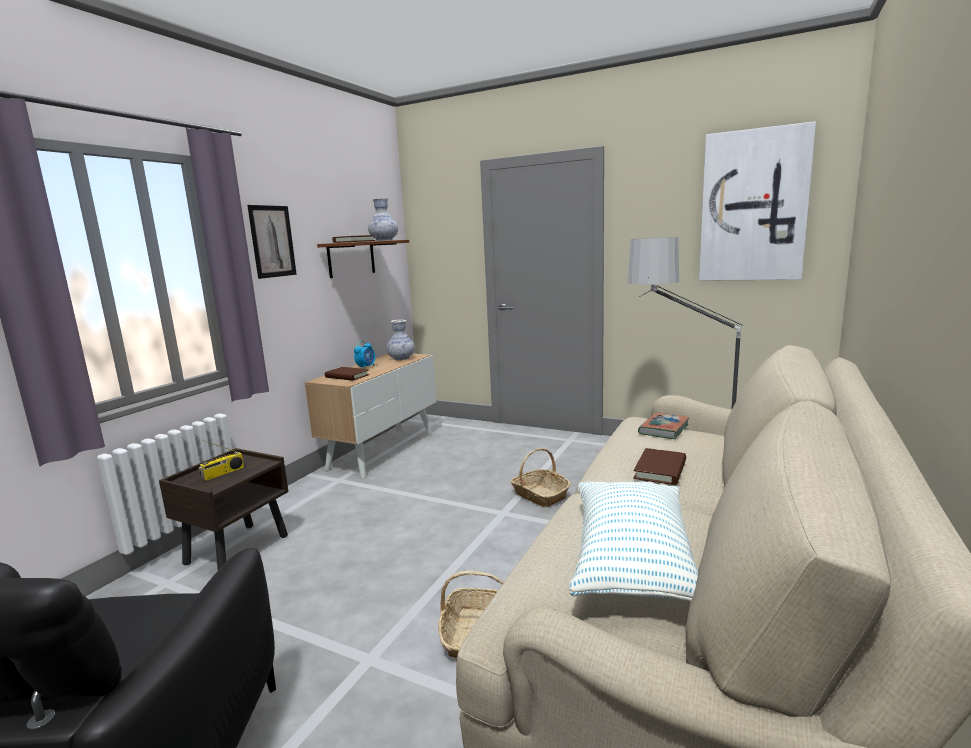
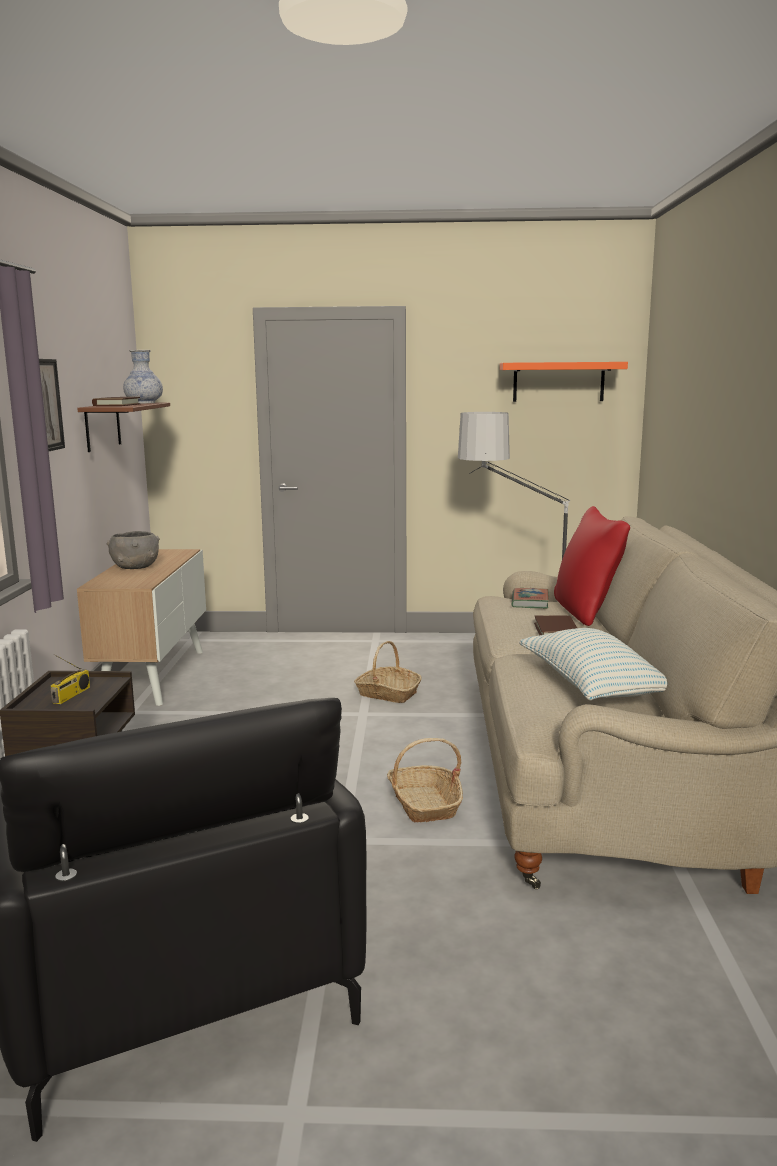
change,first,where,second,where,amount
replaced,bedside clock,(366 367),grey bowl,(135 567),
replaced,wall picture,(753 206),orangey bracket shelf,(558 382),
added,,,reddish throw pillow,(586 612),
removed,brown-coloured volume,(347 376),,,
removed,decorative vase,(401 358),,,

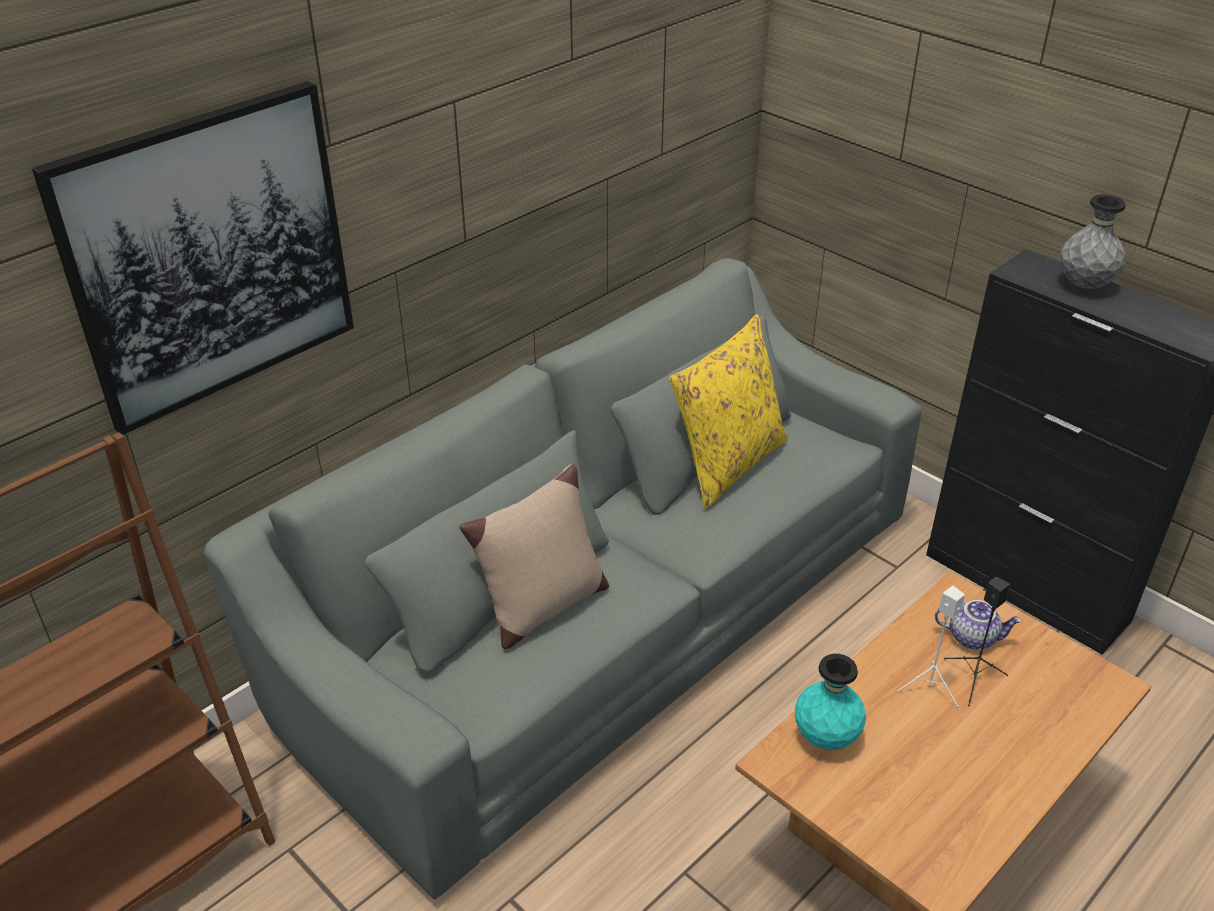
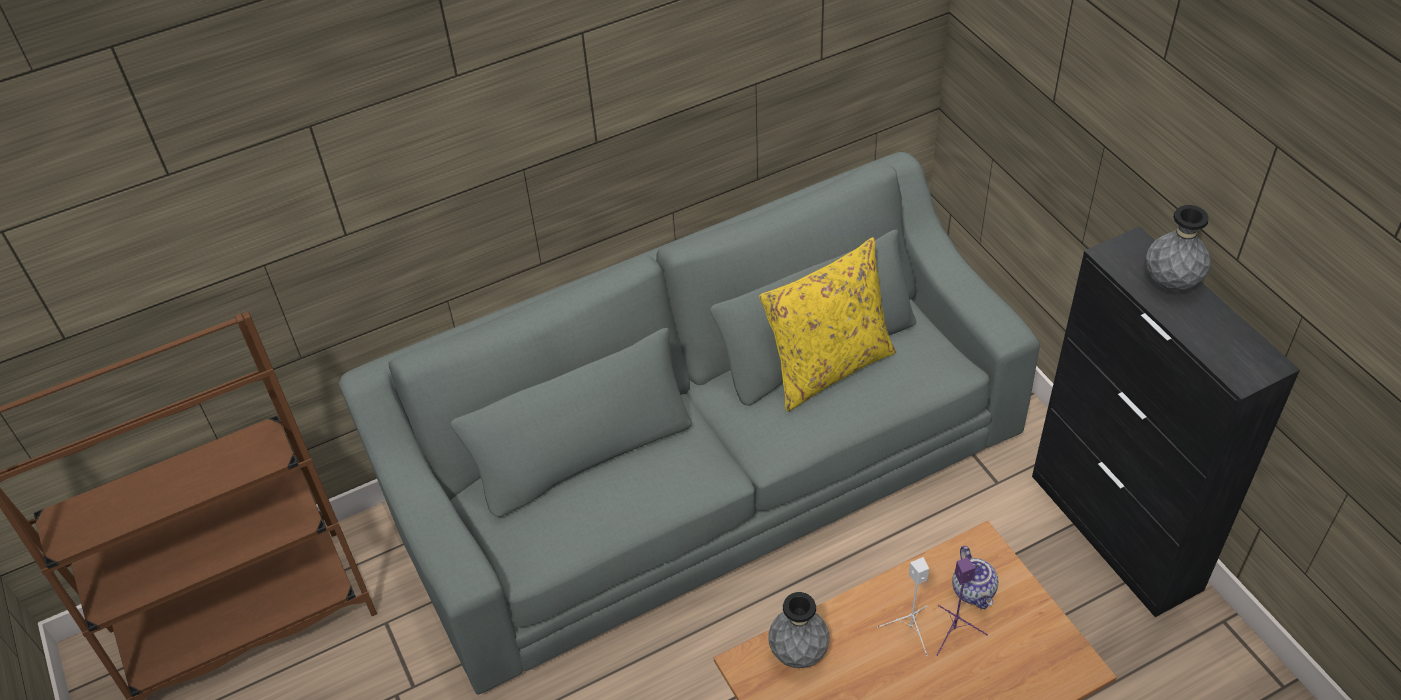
change,first,where,second,where,amount
recoloured,blue-green decorative vase,(825 738),grey decorative vase,(798 653),
recoloured,black loudspeaker,(974 679),purplish loudspeaker,(955 631),
turned,teapot,(972 637),,(974 591),45 degrees clockwise
removed,wall picture,(210 256),,,
removed,sand-coloured throw pillow,(542 607),,,

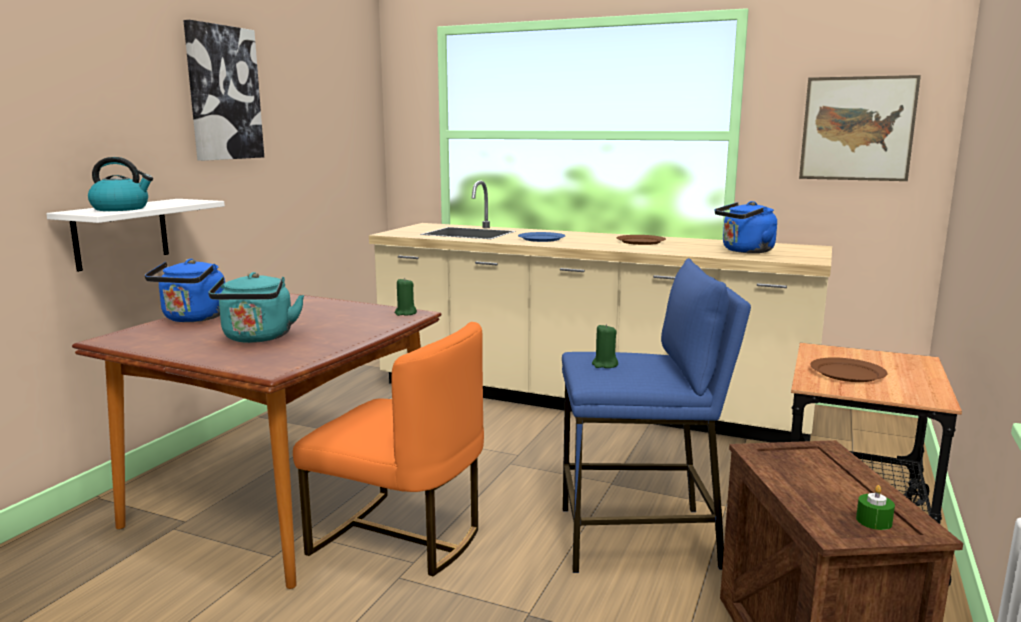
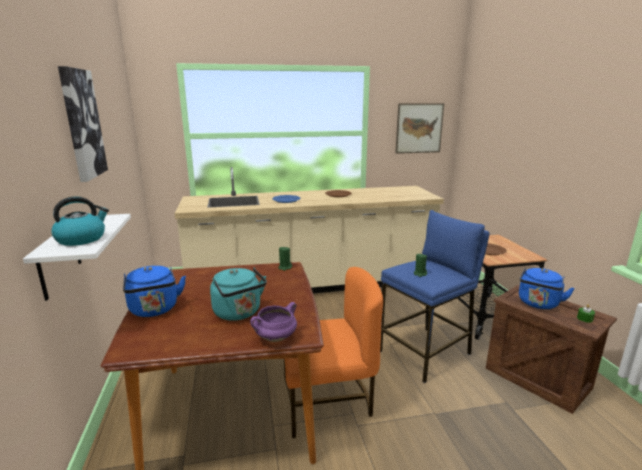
change,first,where,second,where,amount
added,,,purplish stockpot,(275 338),
moved,blue kettle,(745 251),,(538 304),

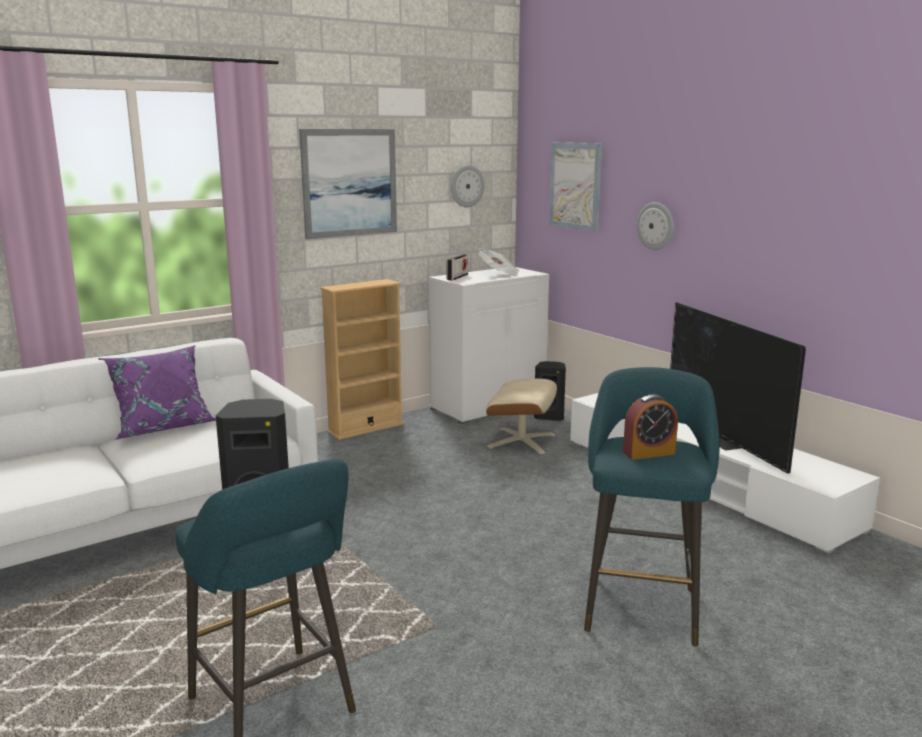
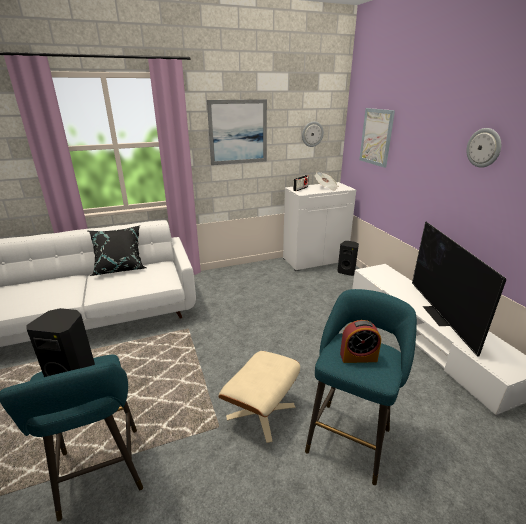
change,first,where,second,where,amount
recoloured,purplish throw pillow,(162 427),black throw pillow,(120 268),
moved,sand-coloured ottoman,(522 441),,(261 412),
moved,hanging clock,(656 226),,(484 148),
removed,sand-coloured bookcase,(366 428),,,

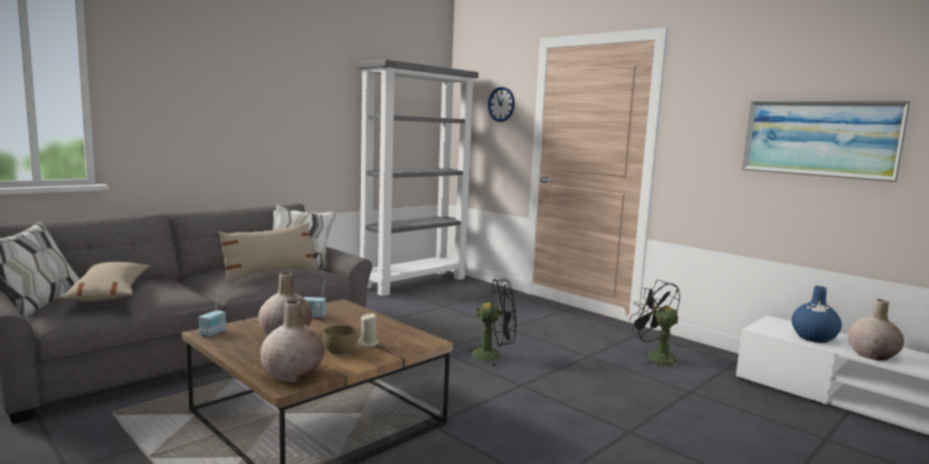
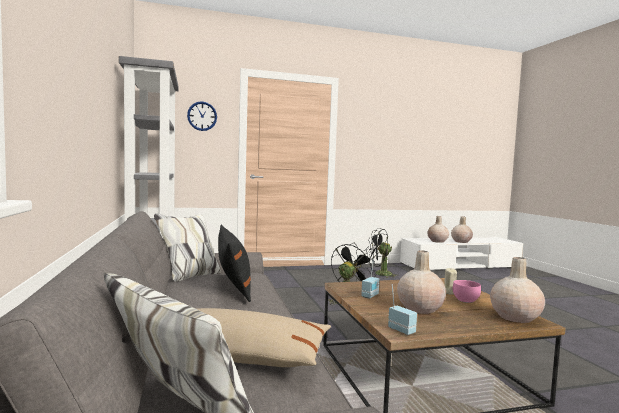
change,first,where,second,where,amount
recoloured,sand-coloured throw pillow,(270 273),black throw pillow,(233 284),
recoloured,blue decorative vase,(813 338),sand-coloured decorative vase,(437 241),
recoloured,brown-coloured bowl,(341 351),pink-coloured bowl,(464 300),
removed,wall picture,(820 138),,,

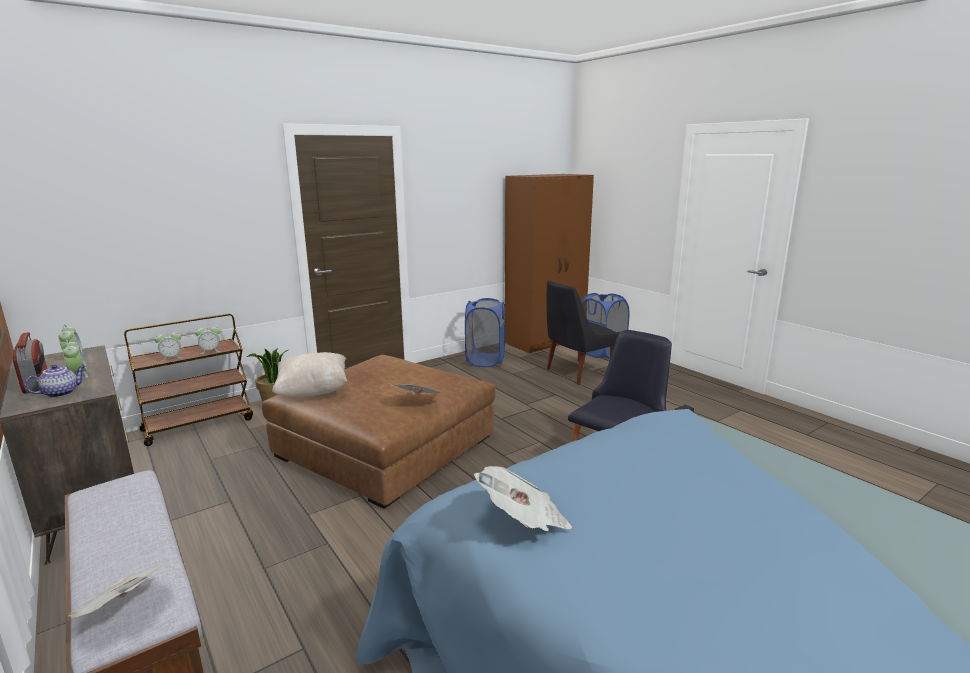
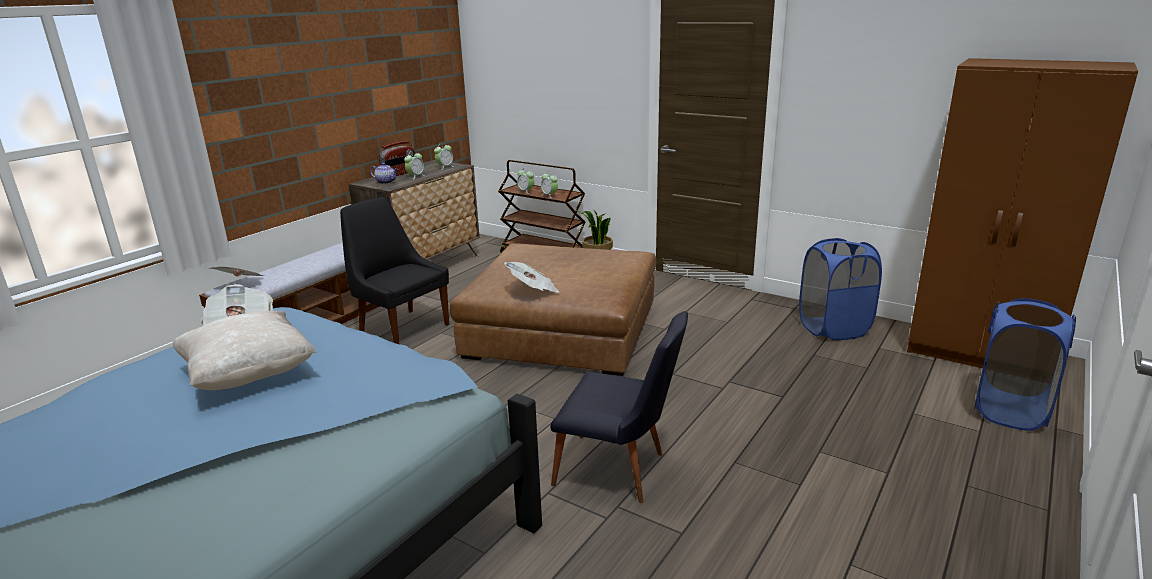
change,first,where,second,where,amount
moved,sand-coloured throw pillow,(313 392),,(249 375),
moved,black upright chair,(576 372),,(402 328),

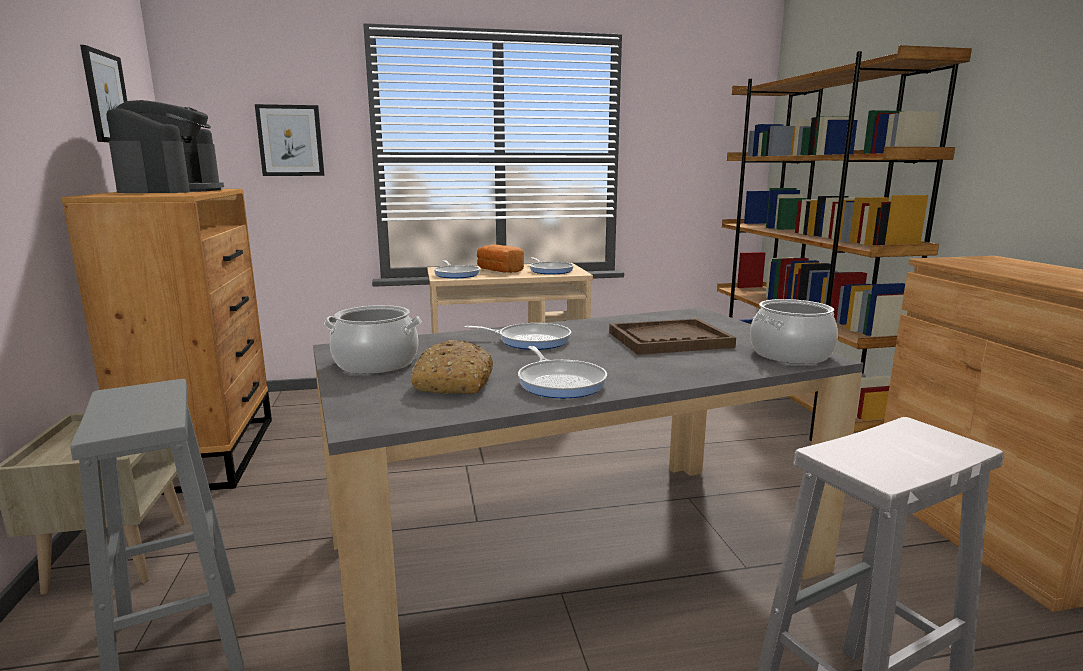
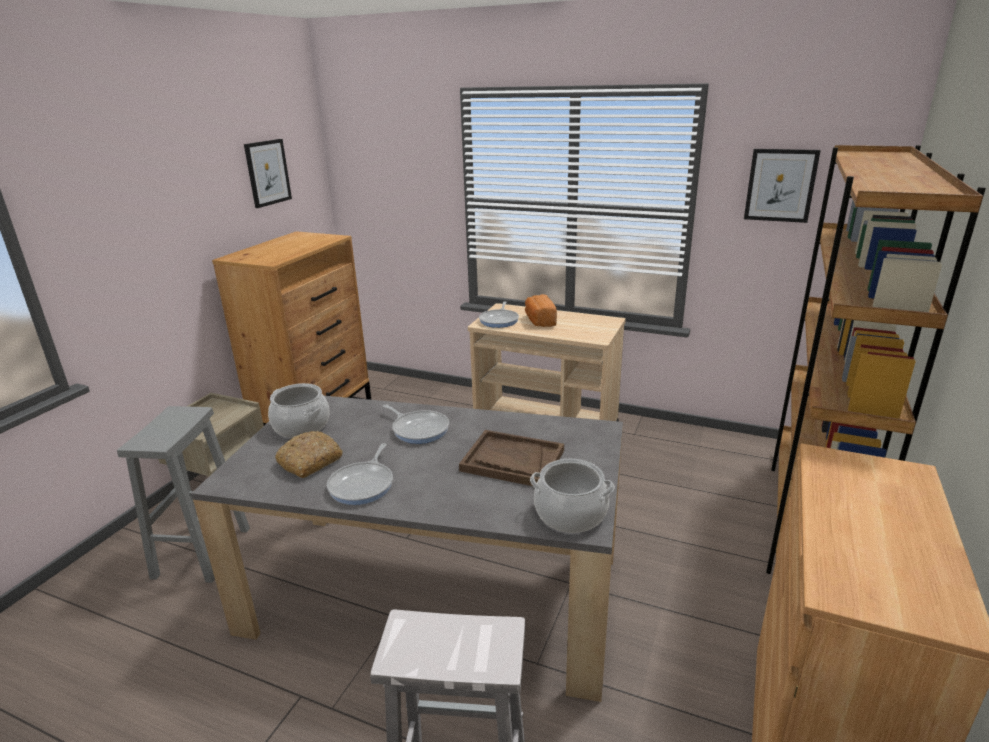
change,first,where,second,where,amount
moved,wall picture,(290 140),,(780 185),
removed,coffee brewer,(172 190),,,
removed,pan,(550 270),,,

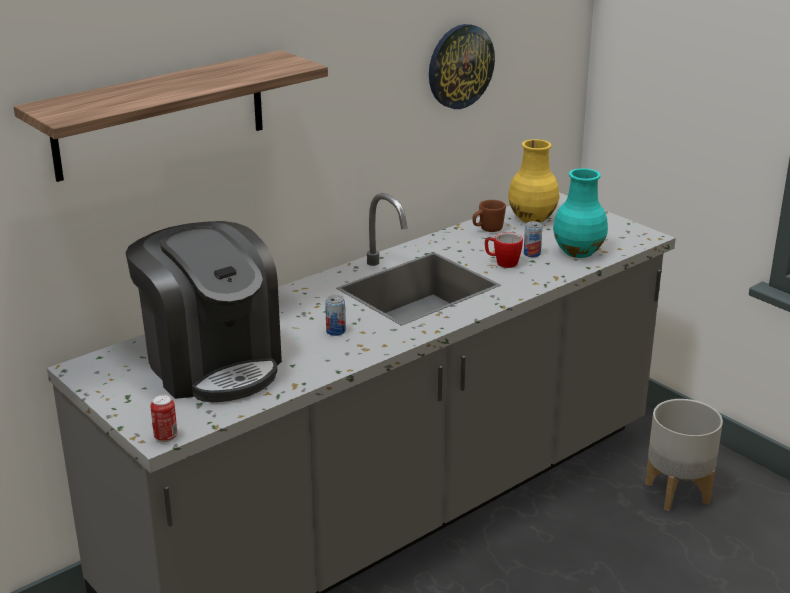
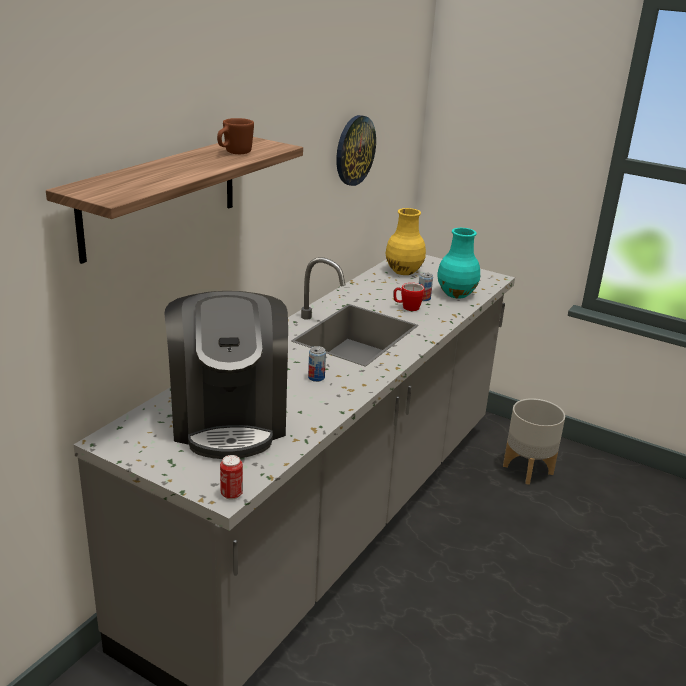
change,first,where,second,where,amount
turned,coffee brewer,(212 364),,(229 420),45 degrees clockwise
moved,brown-coloured tea mug,(487 230),,(234 153),

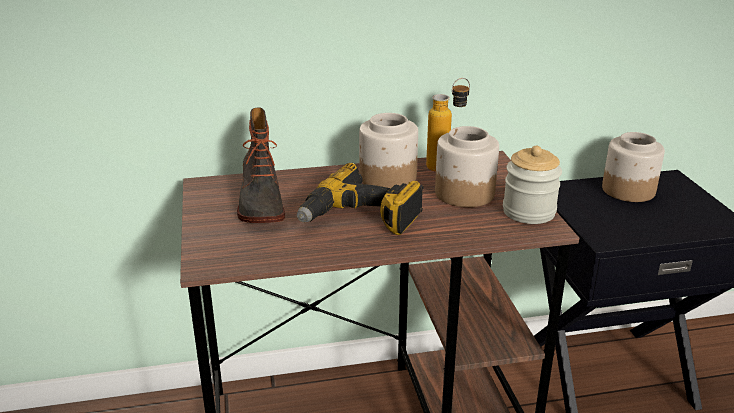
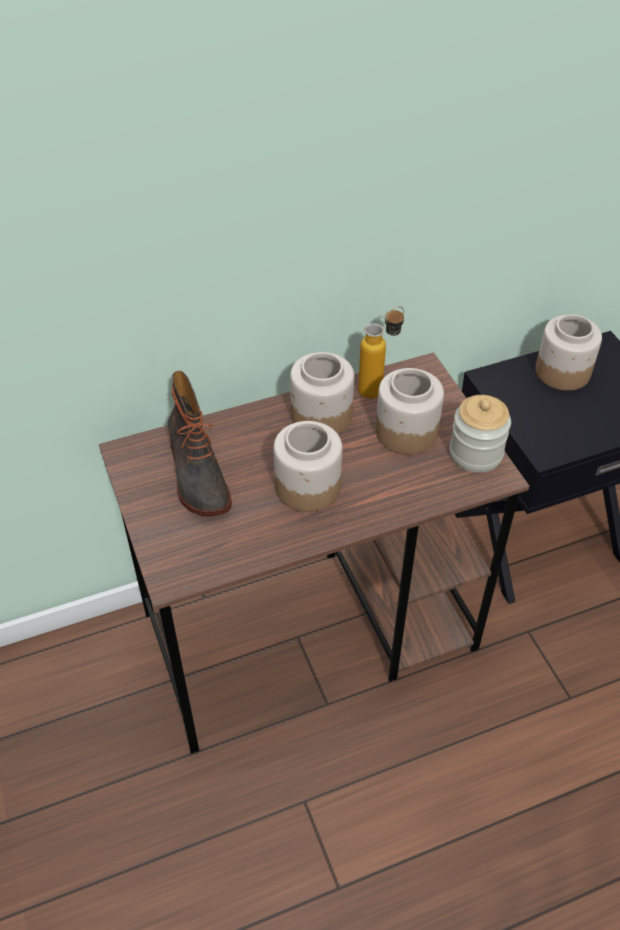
change,first,where,second,where,amount
replaced,power drill,(360 218),jar,(308 486),

